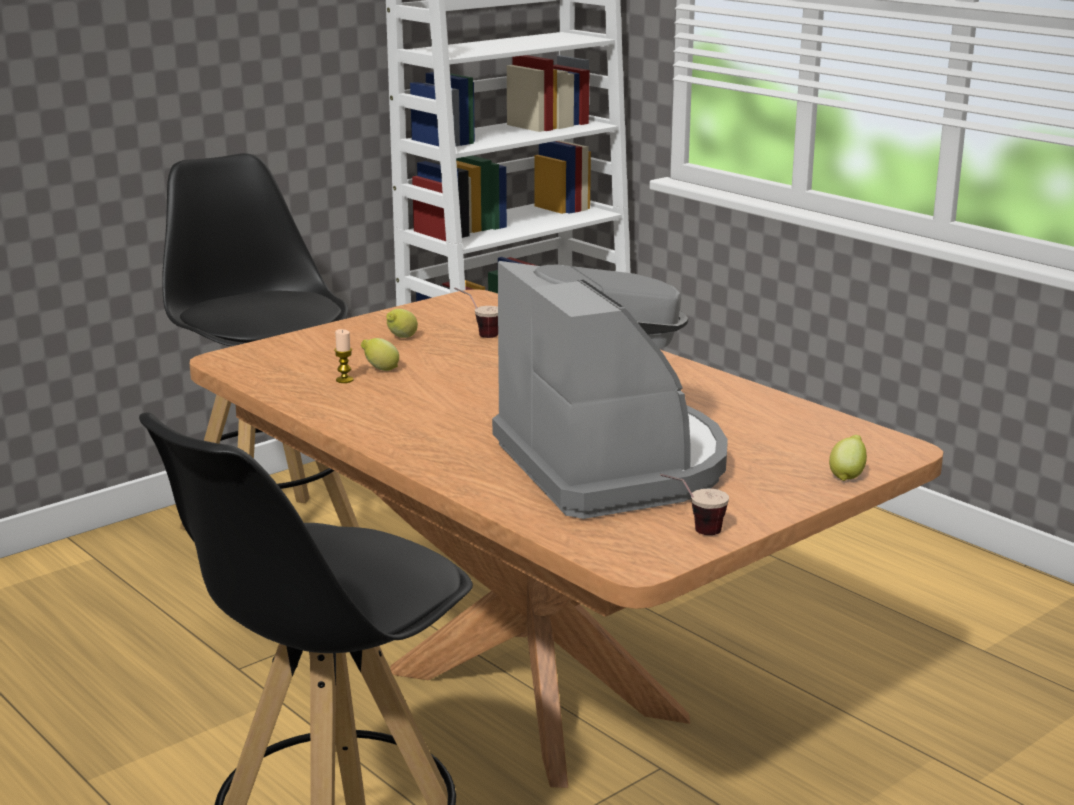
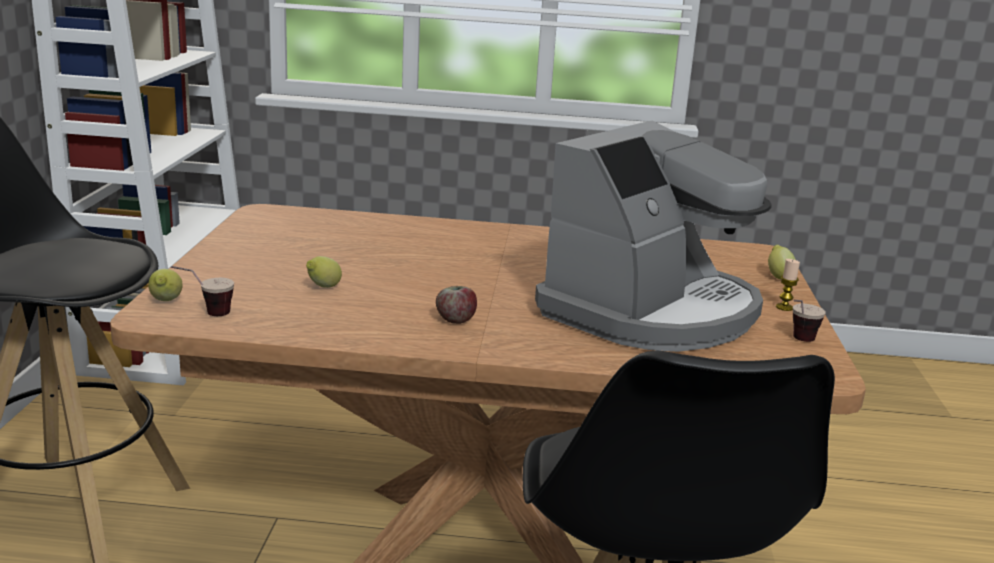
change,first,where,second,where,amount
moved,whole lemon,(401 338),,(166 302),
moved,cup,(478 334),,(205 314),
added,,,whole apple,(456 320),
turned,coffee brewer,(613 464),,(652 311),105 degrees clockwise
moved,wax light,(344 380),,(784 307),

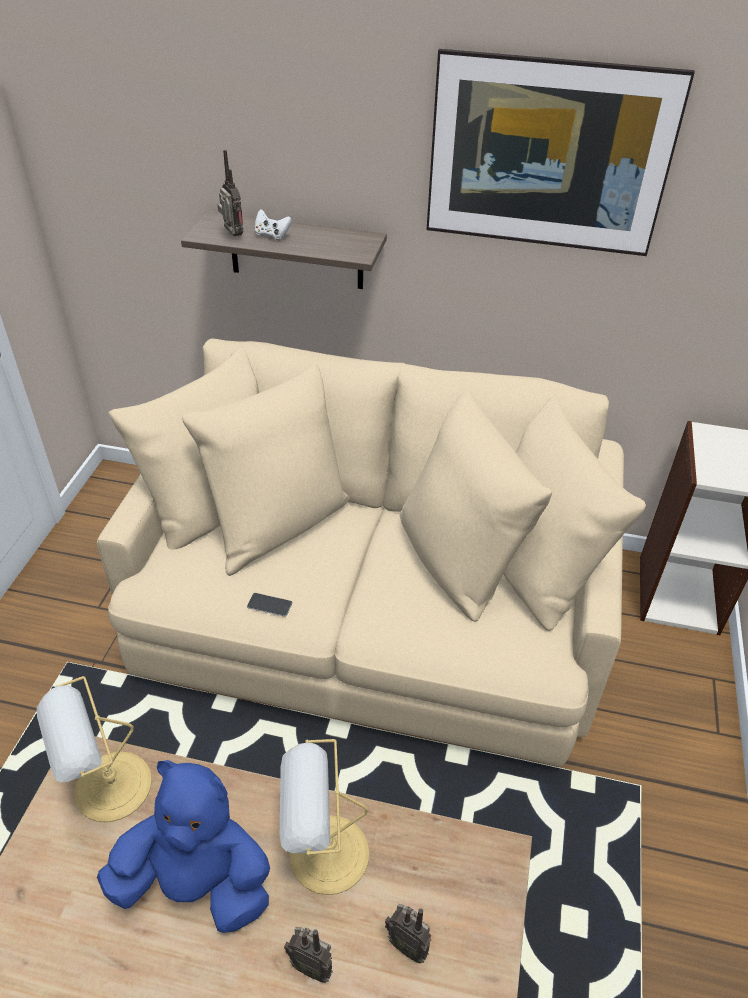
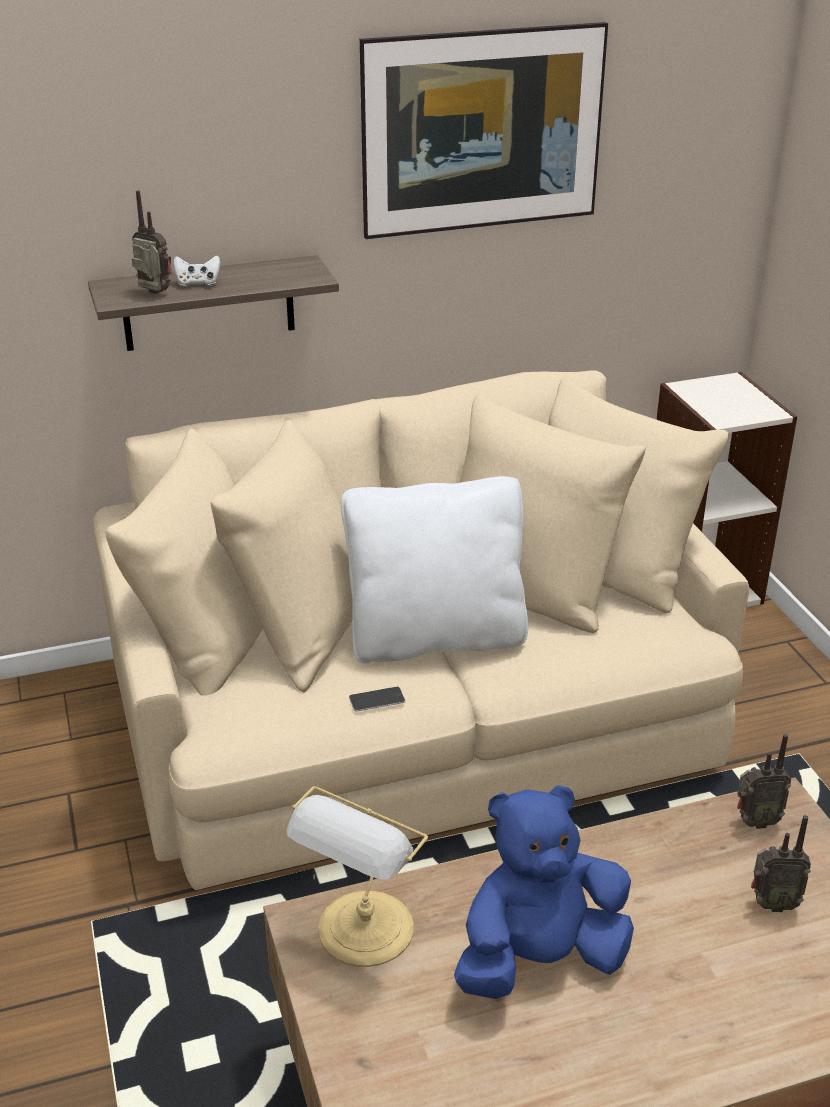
change,first,where,second,where,amount
added,,,whitish throw pillow,(435 638),
moved,radio receiver,(311 965),,(755 821),
removed,table lamp,(324 855),,,

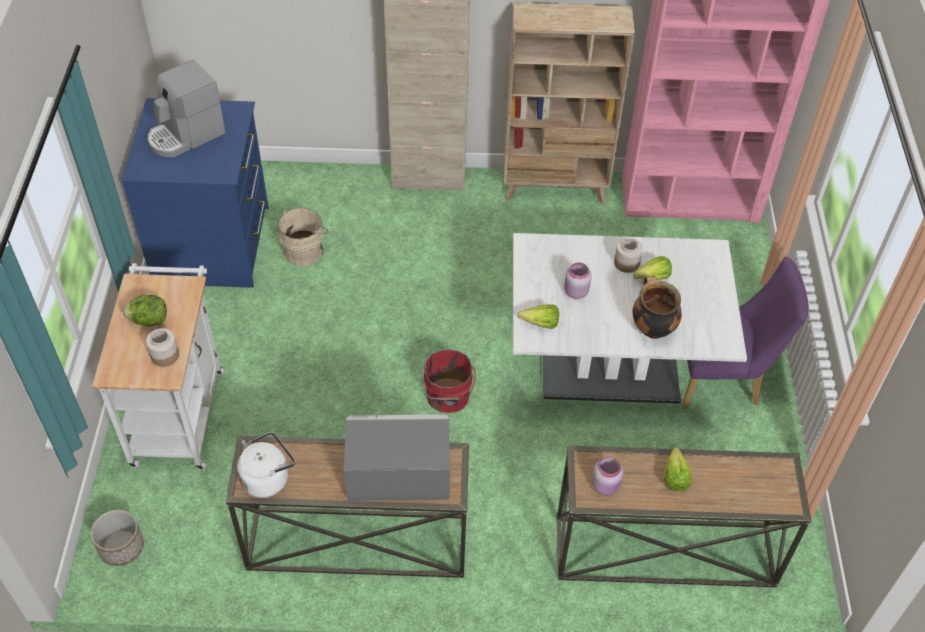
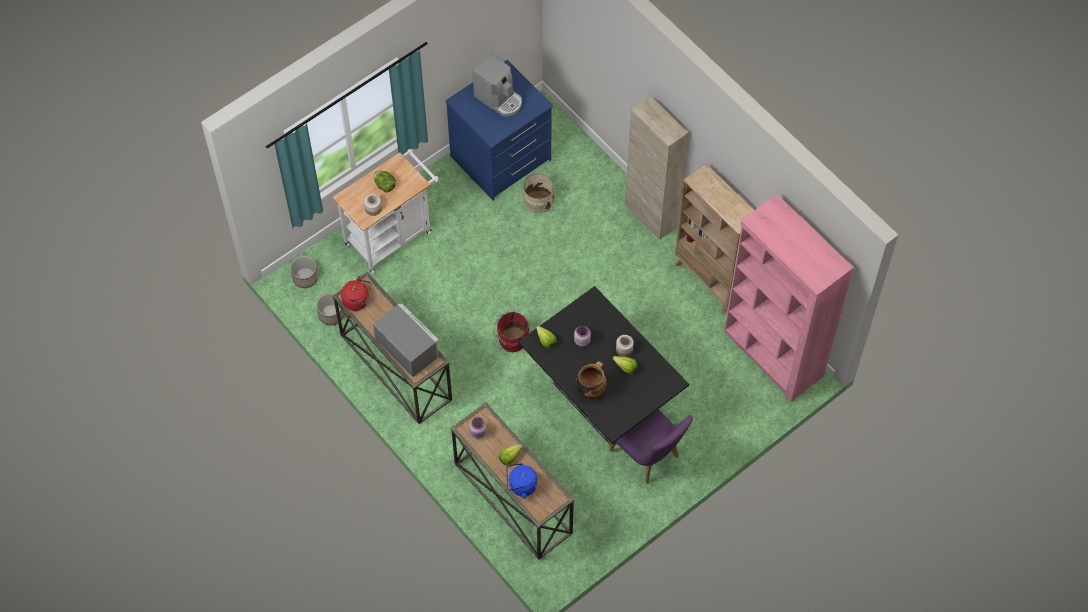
change,first,where,second,where,amount
added,,,plant pot,(331 315),
recoloured,whitish kettle,(267 478),reddish kettle,(358 301),
turned,coffee brewer,(186 136),,(499 99),150 degrees counterclockwise
added,,,blue kettle,(521 486),
recoloured,whitish dining table,(609 371),black dining table,(601 400),

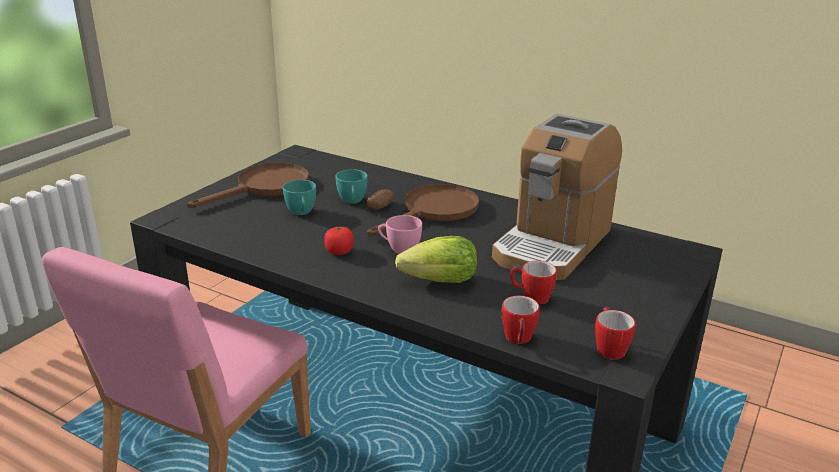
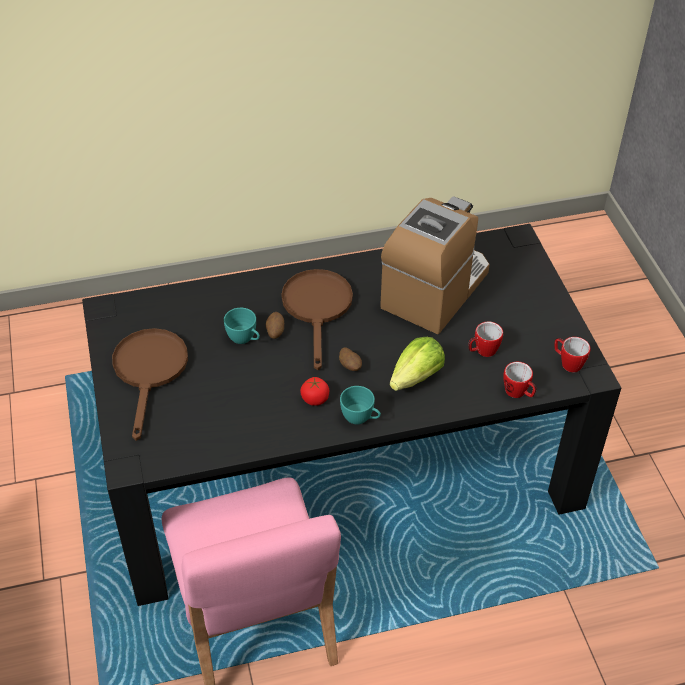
change,first,where,second,where,amount
replaced,pink-coloured cup,(399 249),spud,(350 366),
moved,blue-green cup,(301 213),,(360 418),
turned,coffee brewer,(552 244),,(435 290),135 degrees counterclockwise

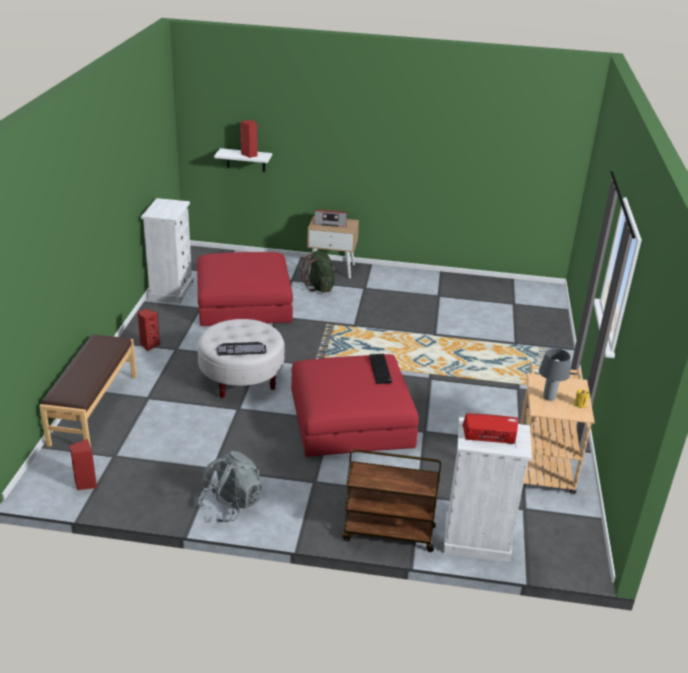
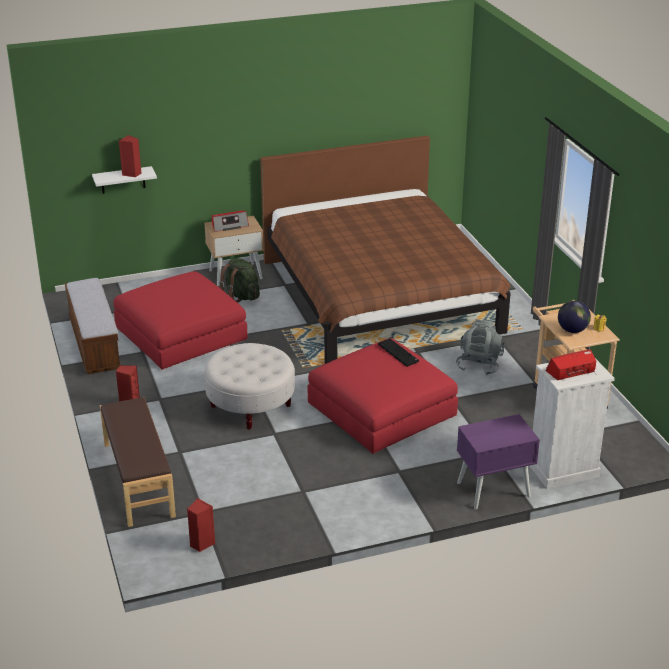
change,first,where,second,where,amount
replaced,whitish dresser,(171 290),indoor bench,(94 343),
added,,,brown-coloured sleeping bed,(379 296),
moved,grey knapsack,(231 505),,(479 365),
replaced,brown-coloured wheeled cart,(388 533),purplish nightstand,(493 489),
replaced,grey table lamp,(549 397),world globe,(572 330),
removed,computer keyboard,(241 348),,,

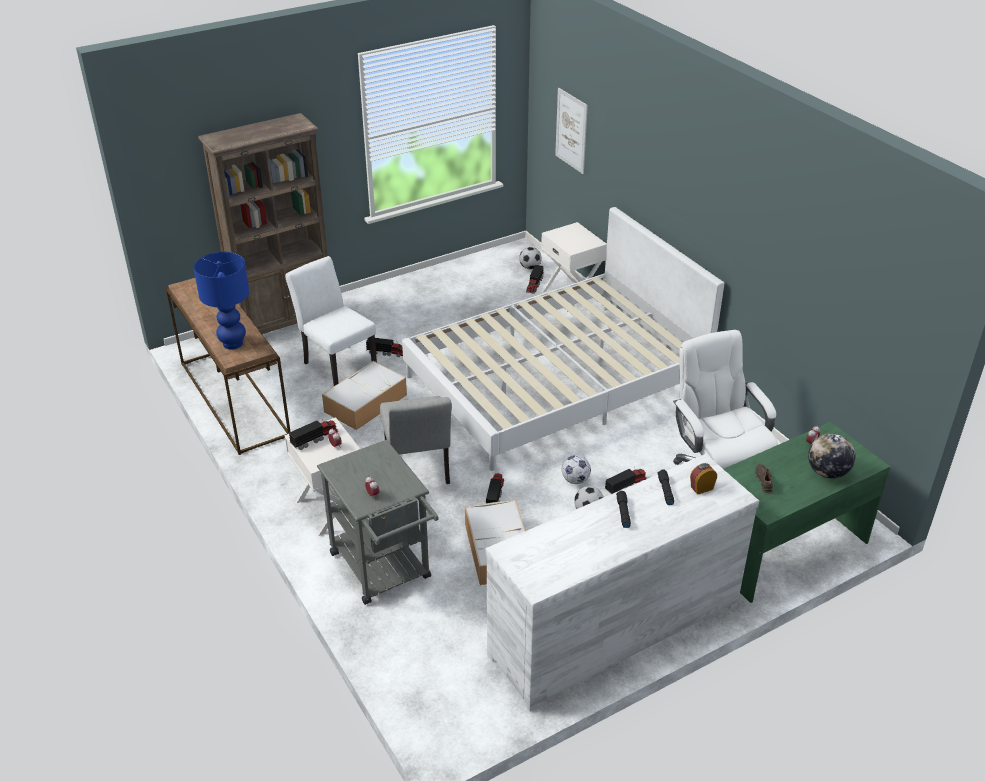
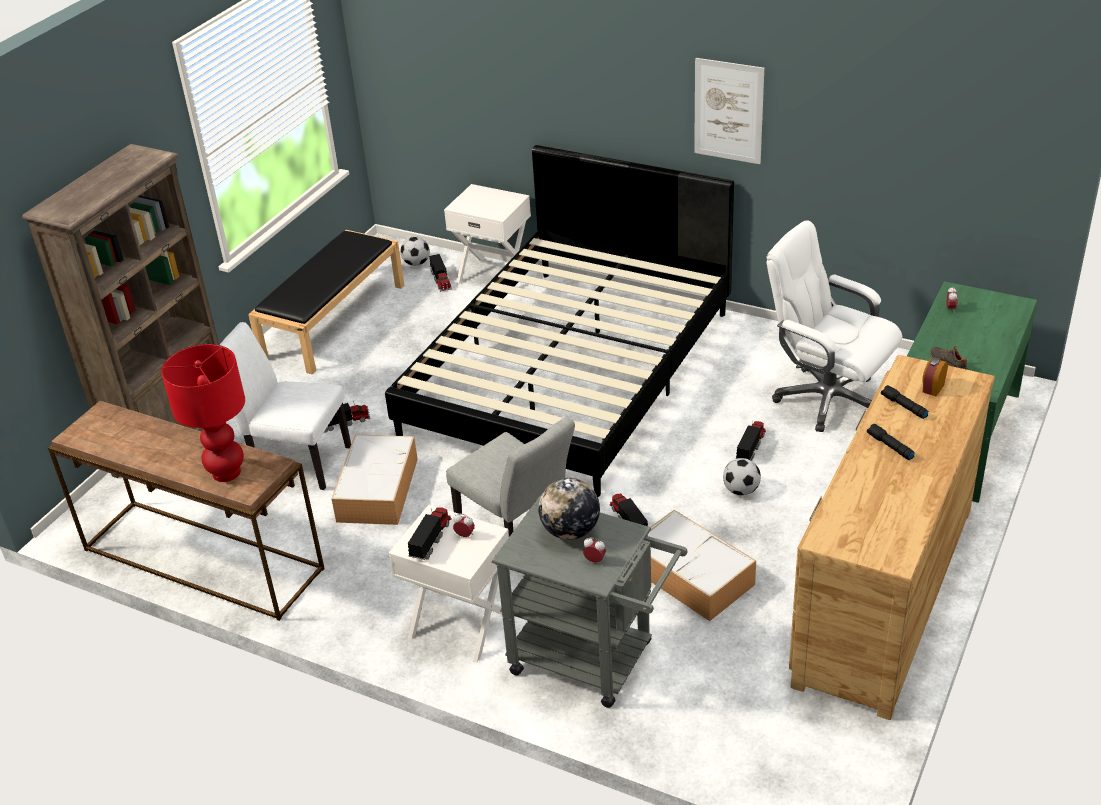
change,first,where,second,where,amount
recoloured,blue table lamp,(232 343),reddish table lamp,(226 472),
added,,,black indoor bench,(334 320),
recoloured,whitish sleeping bed,(556 381),black sleeping bed,(570 372),
moved,world globe,(827 472),,(570 531),
moved,wall picture,(571 130),,(728 111),
recoloured,whitish dresser,(613 628),brown-coloured dresser,(883 594),
removed,football,(575 480),,,

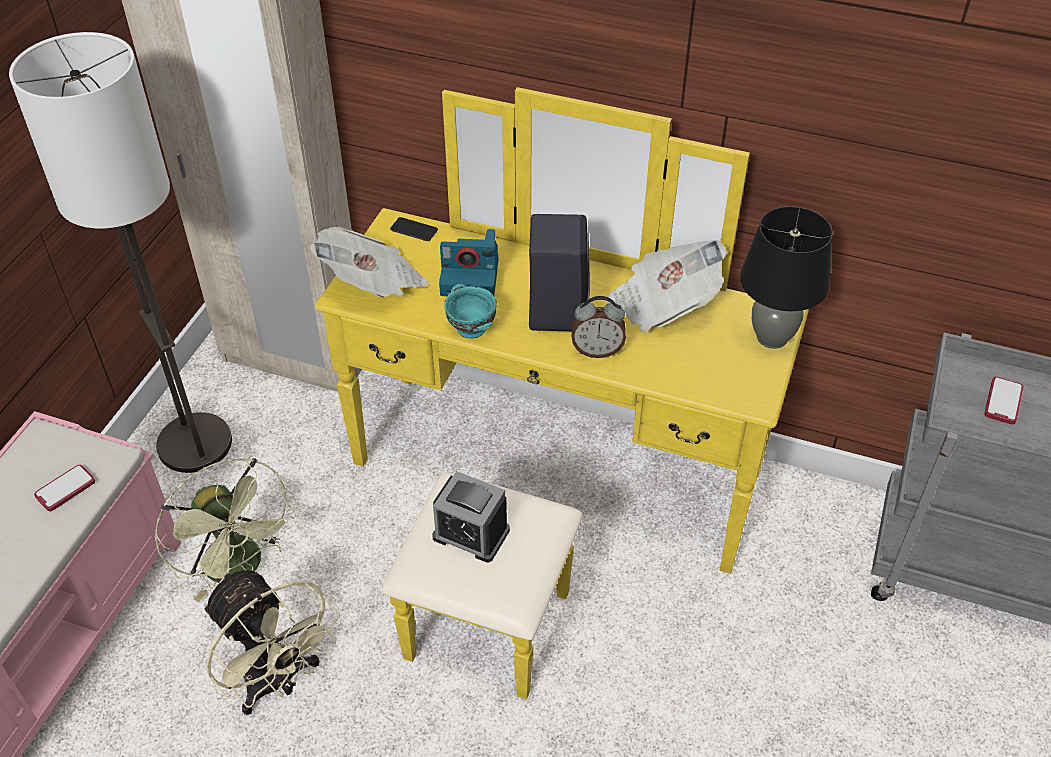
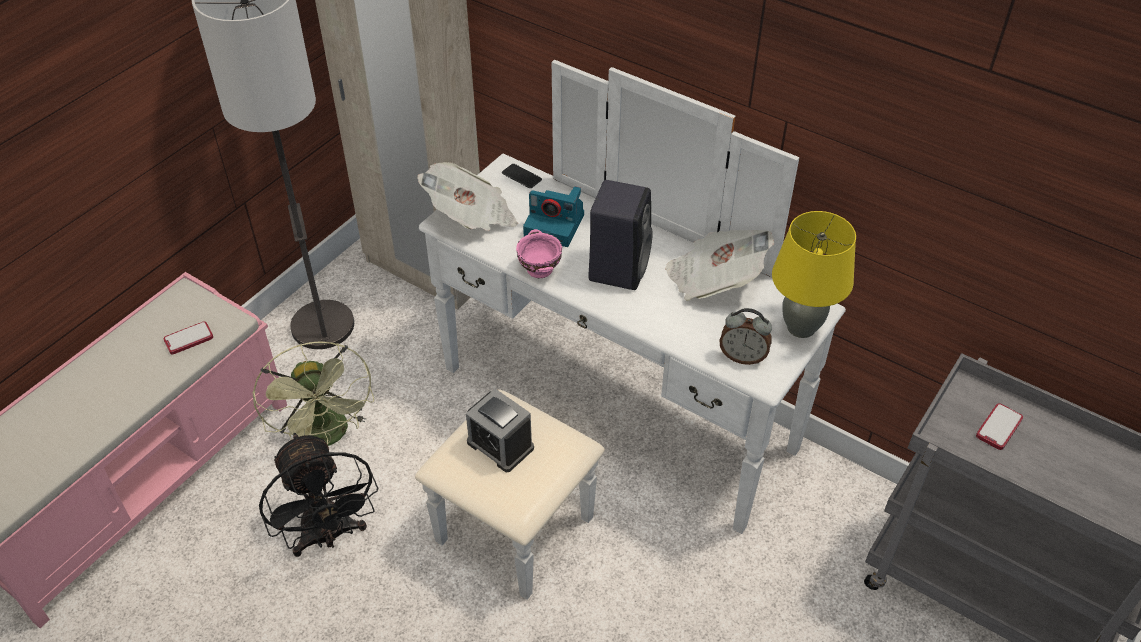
change,first,where,second,where,amount
recoloured,sand-coloured cooling fan,(278 682),black cooling fan,(328 536),
recoloured,yellow dresser,(543 501),whitish dresser,(596 435),
recoloured,blue-green bowl,(471 327),pink-coloured bowl,(540 269),
moved,bedside clock,(597 350),,(742 356),
recoloured,black table lamp,(772 338),yellow table lamp,(801 328),

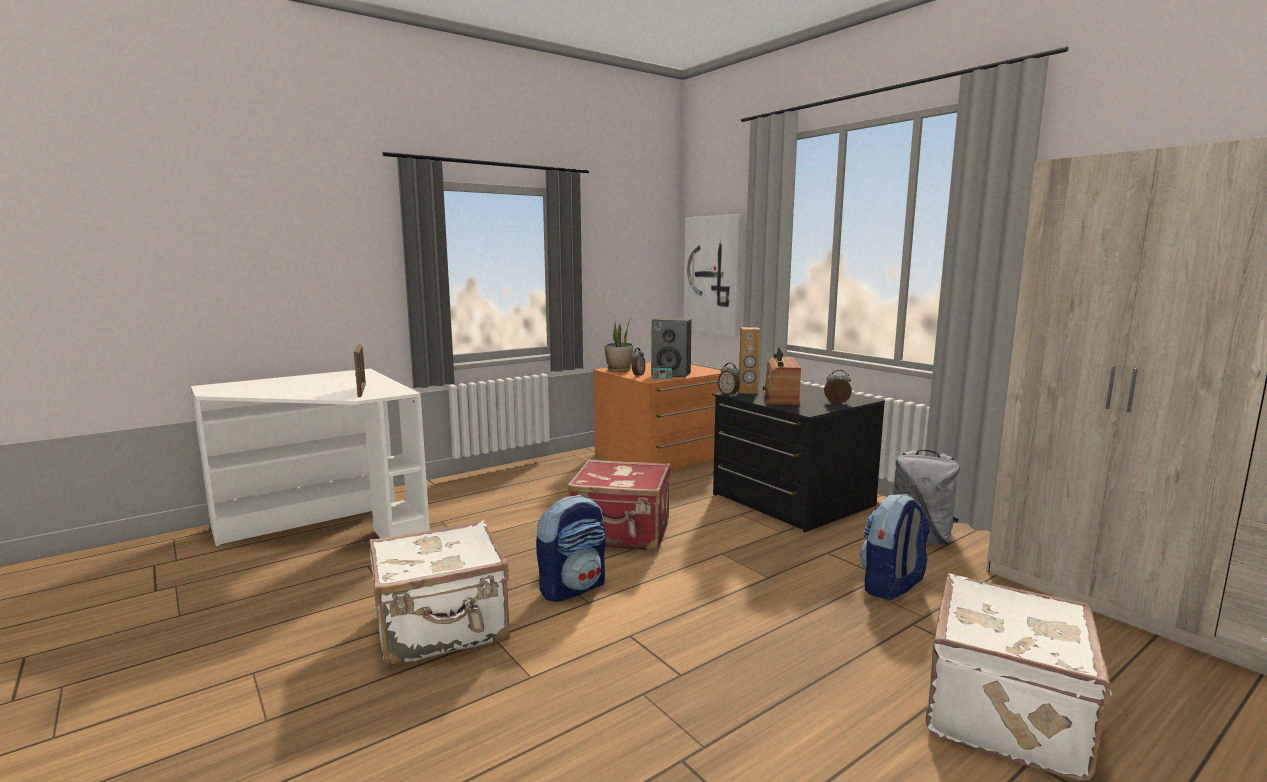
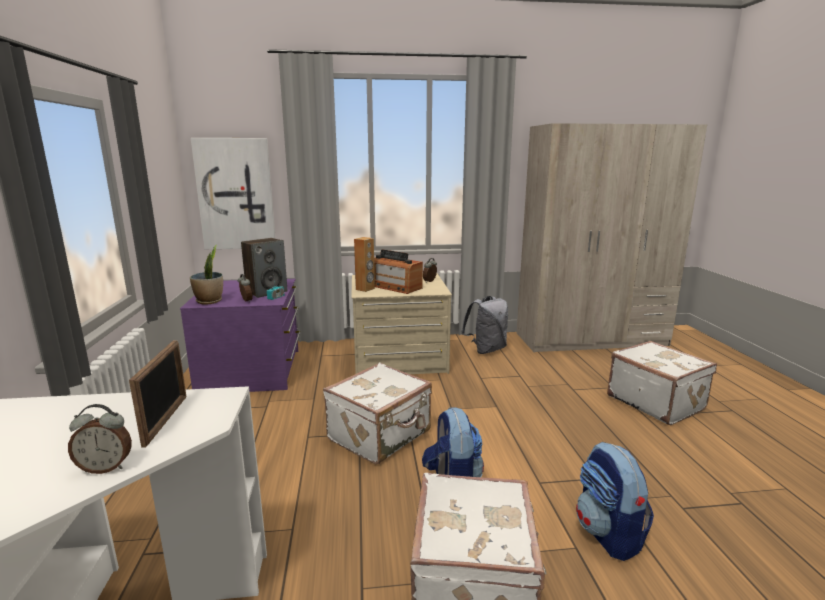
change,first,where,second,where,amount
moved,bedside clock,(729 394),,(106 467),
turned,standing frame,(361 391),,(166 420),75 degrees clockwise
recoloured,orangey dresser,(660 456),purplish dresser,(252 370),
recoloured,reddish piece of luggage,(622 534),whitish piece of luggage,(381 436),
recoloured,black dresser,(790 500),sand-coloured dresser,(399 359),
moved,knapsack,(892 587),,(608 534),

